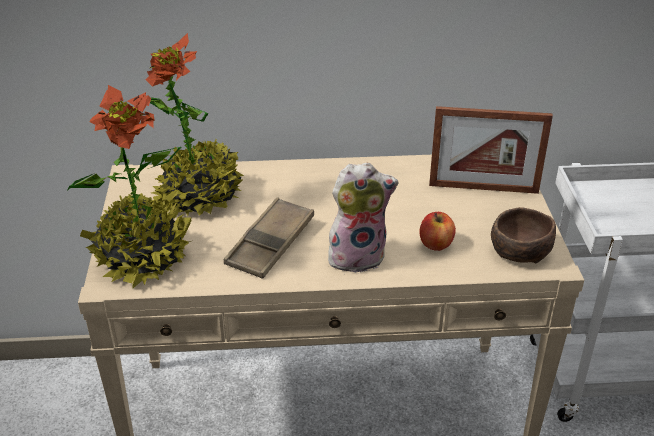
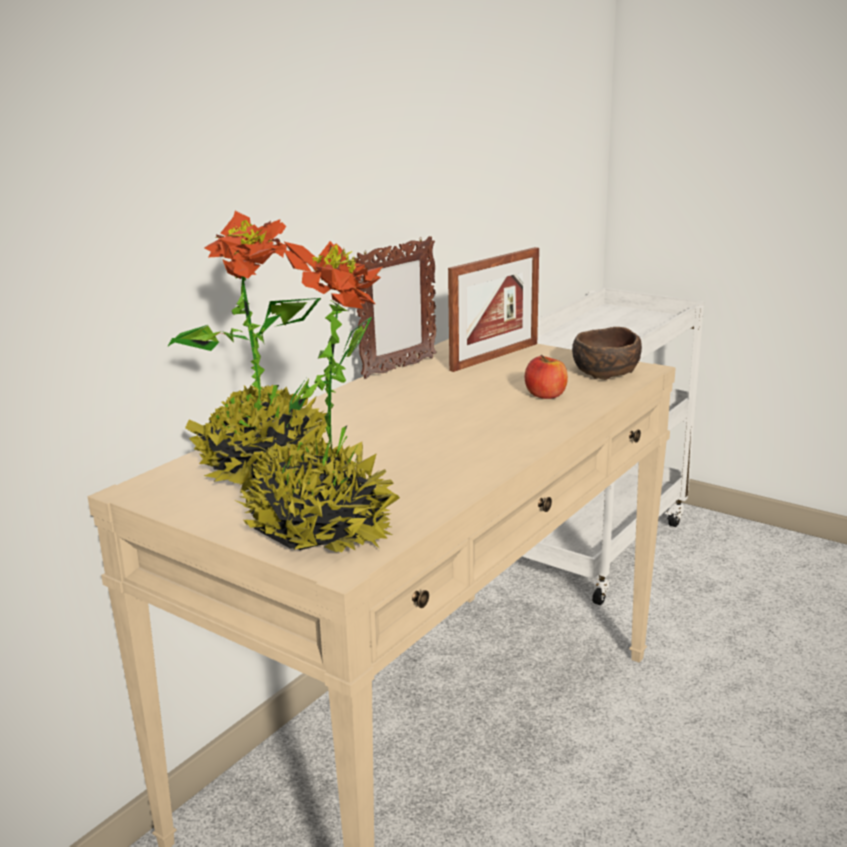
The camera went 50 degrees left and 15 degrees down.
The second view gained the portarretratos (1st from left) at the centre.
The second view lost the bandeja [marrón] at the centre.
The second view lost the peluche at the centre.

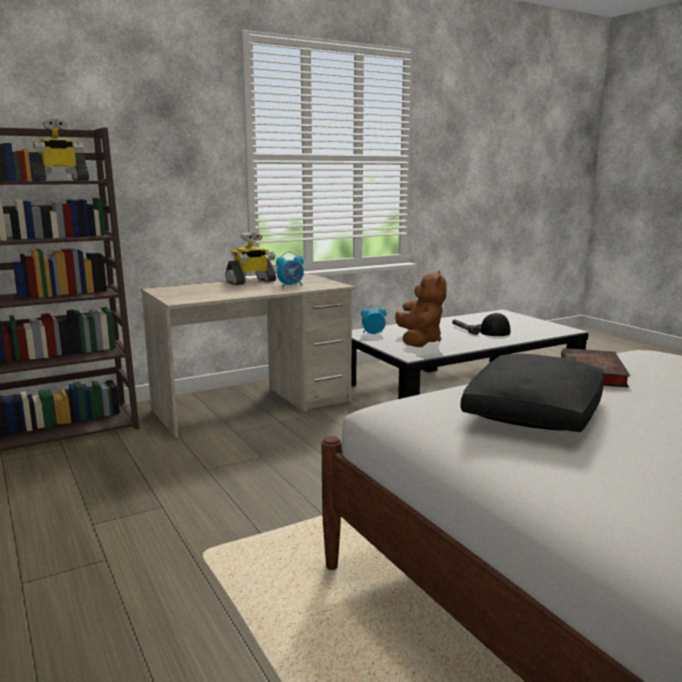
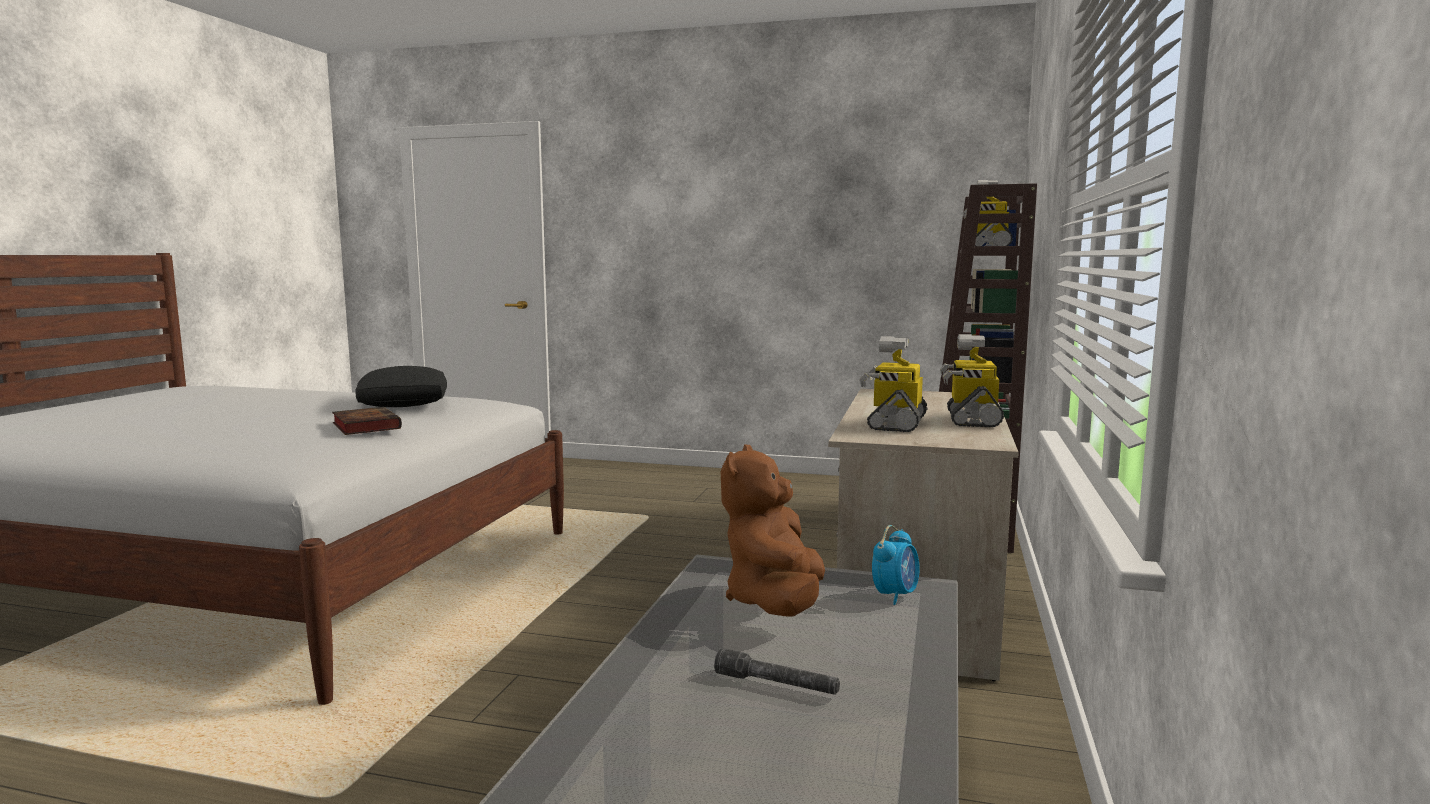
The camera went 135 degrees right and 5 degrees down.
The peluche [marrón] at the centre ended up facing another way, 60 degrees clockwise from before.
Where the despertador (1st from left) stood at the centre, the robot de juguete (1st from left) came to stand at the centre.
The second view lost the gorra at the middle right.

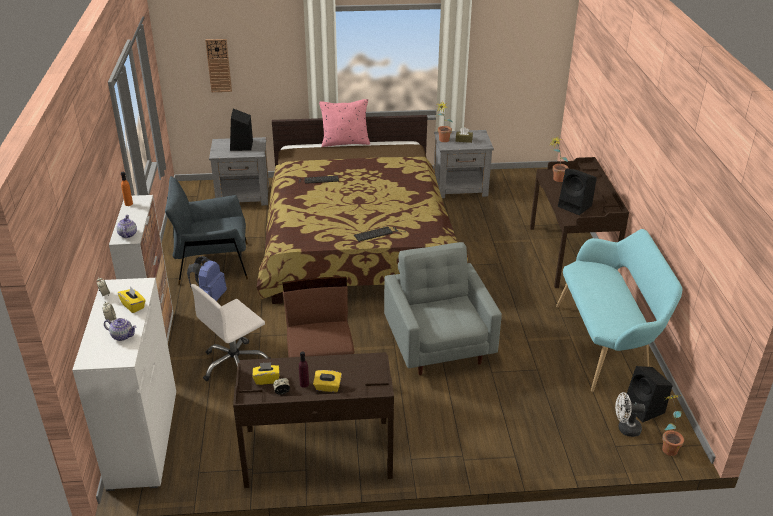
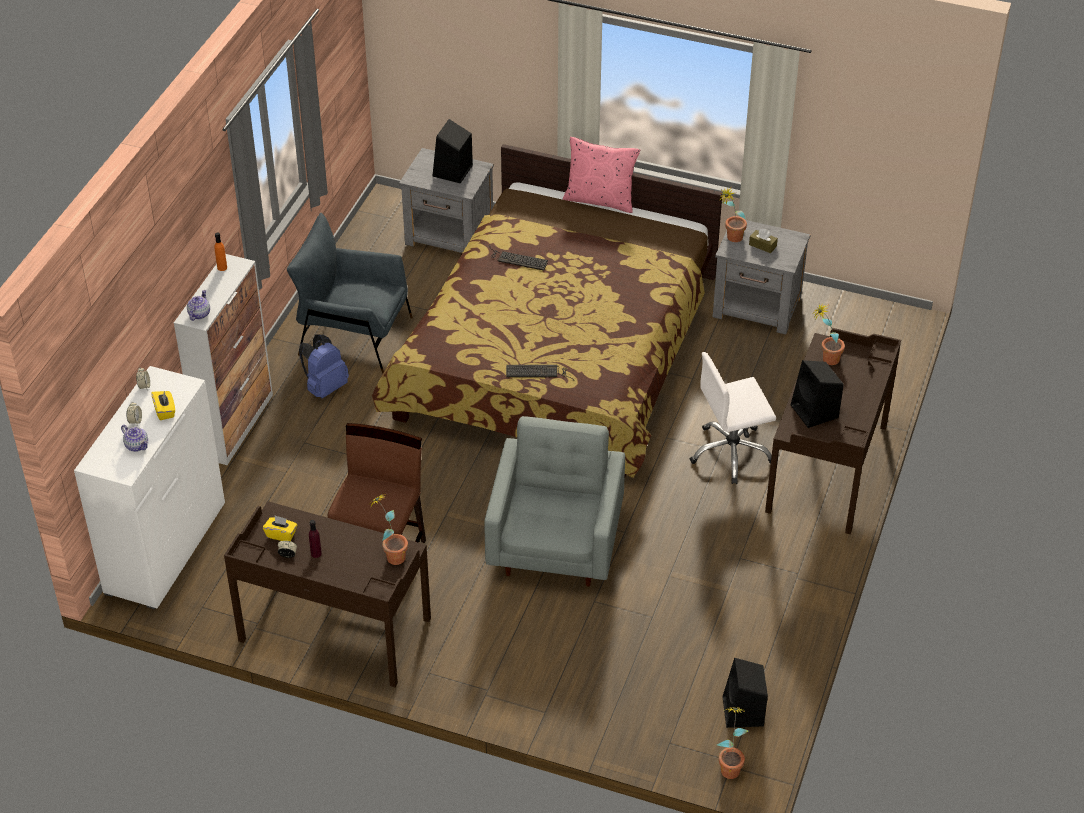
The camera went 25 degrees right and 10 degrees up.
The second view gained the planta en maceta (1st from left) at the centre.
The silla de oficina [blanco] ended up elsewhere, having gone from the middle left to the middle right.
The second view lost the reloj de pared at the top left.
The second view lost the caja de pañuelos [amarillo] (3rd from left) at the bottom centre.
The second view lost the banco [turquesa] at the middle right.
The second view lost the ventilador [blanco] at the bottom right.

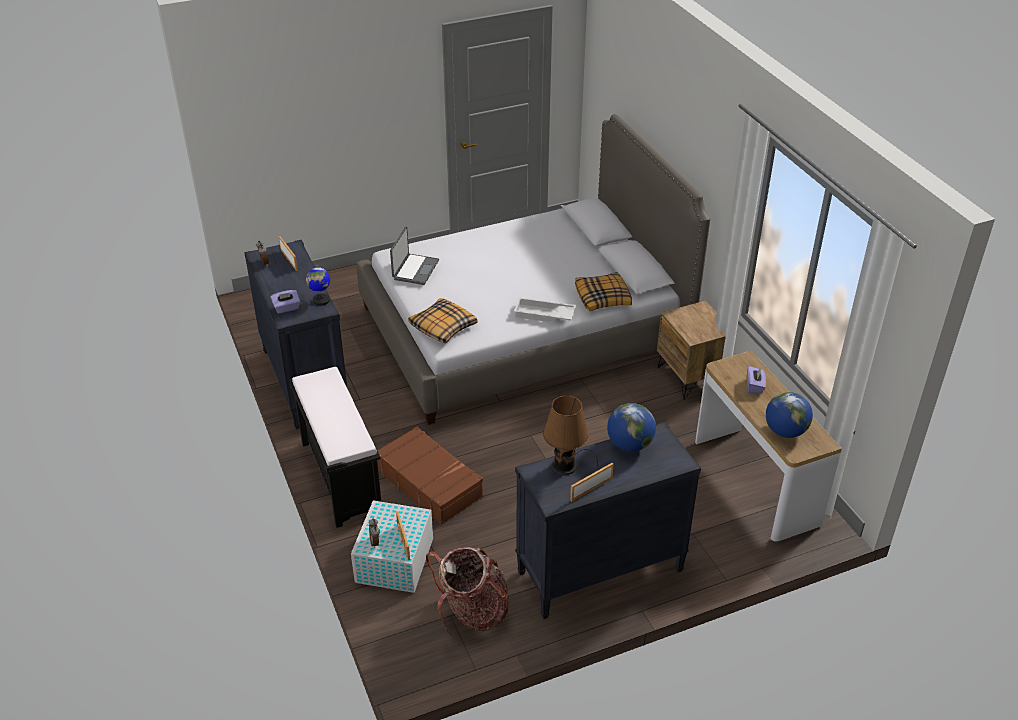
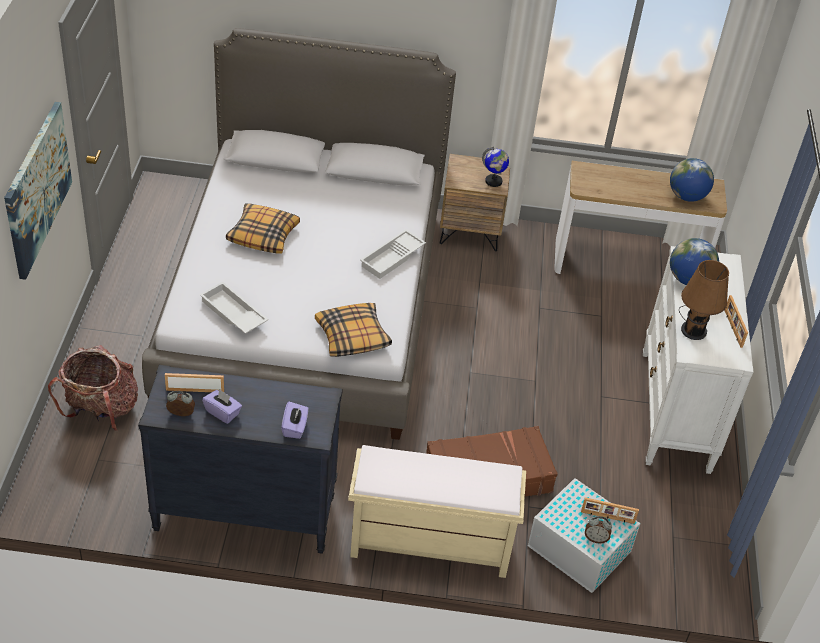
The camera went 65 degrees left and 5 degrees up.
The second view gained the cuadro at the top left.
The mochila ended up elsewhere, having gone from the bottom centre to the middle left.
Where the portátil stood at the centre, the bandeja [blanco] (1st from left) came to stand at the middle left.
The caja de pañuelos [morado] (2nd from left in the first image) ended up elsewhere, having gone from the middle right to the middle left.
The cojín (2nd from left in the first image) ended up elsewhere, having gone from the centre to the middle left.
What was the banco [negro] at the middle left turned into the banco [beis] at the bottom centre.
The globo terráqueo (1st from left) ended up elsewhere, having gone from the middle left to the top centre.
What was the cómoda [negro] (2nd from left) at the bottom centre turned into the cómoda [blanco] at the middle right.

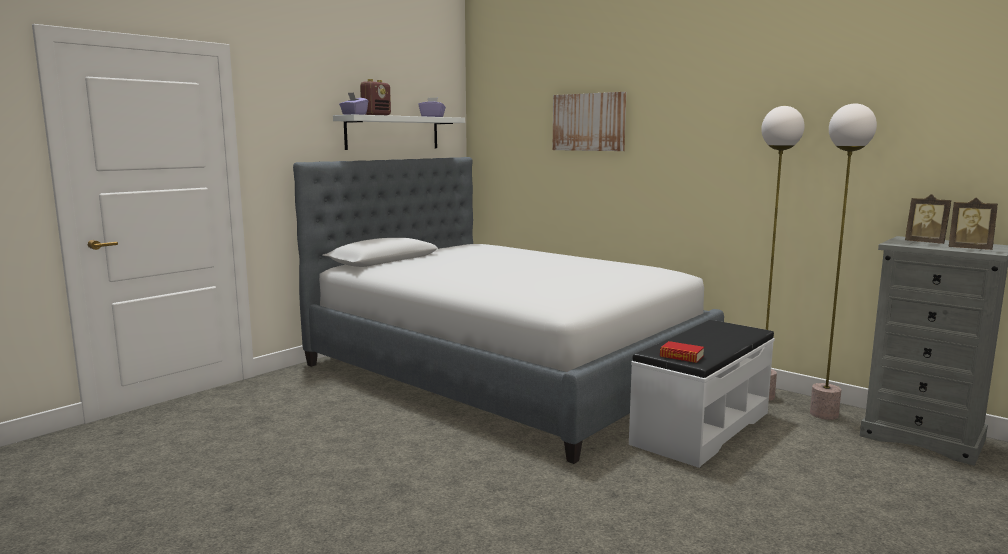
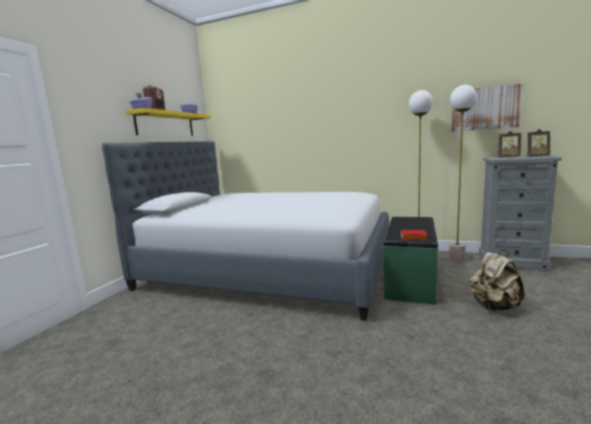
The camera went 20 degrees left and 0 degrees up.
What was the estante [blanco] at the top centre turned into the estante [amarillo] at the top left.
What was the banco [blanco] at the bottom right turned into the banco [verde] at the middle right.
The cuadro ended up elsewhere, having gone from the top centre to the top right.
The second view gained the mochila [beis] at the middle right.

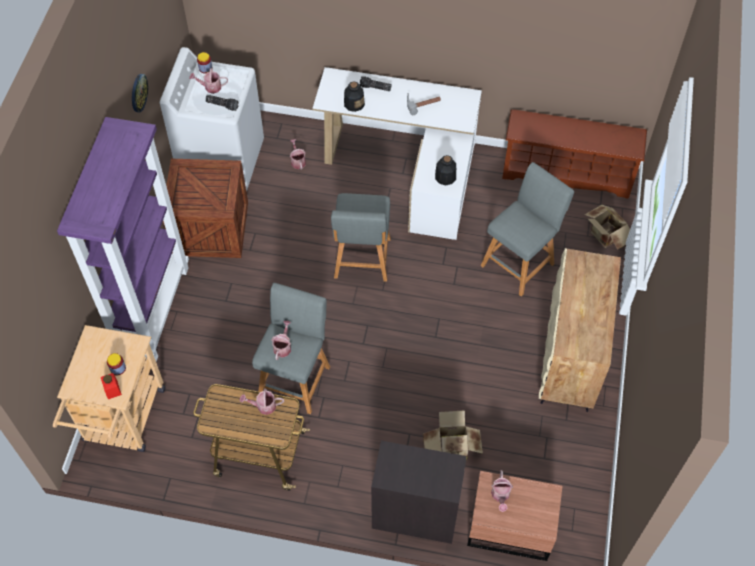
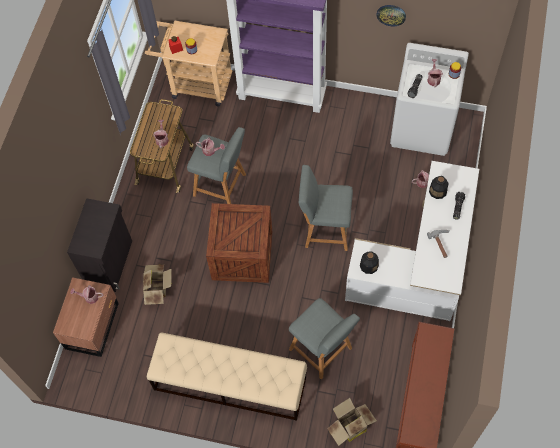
The camera went 95 degrees right and 5 degrees up.
Where the armario [beis] stood at the middle right, the banco [beis] came to stand at the bottom centre.
The caja de embalaje ended up elsewhere, having gone from the middle left to the centre.

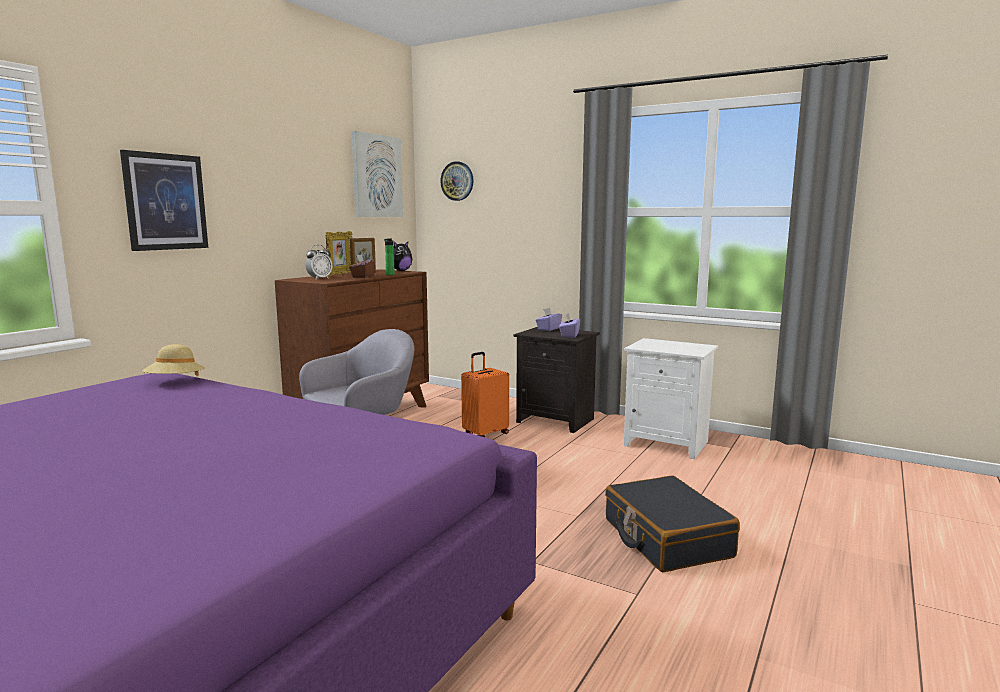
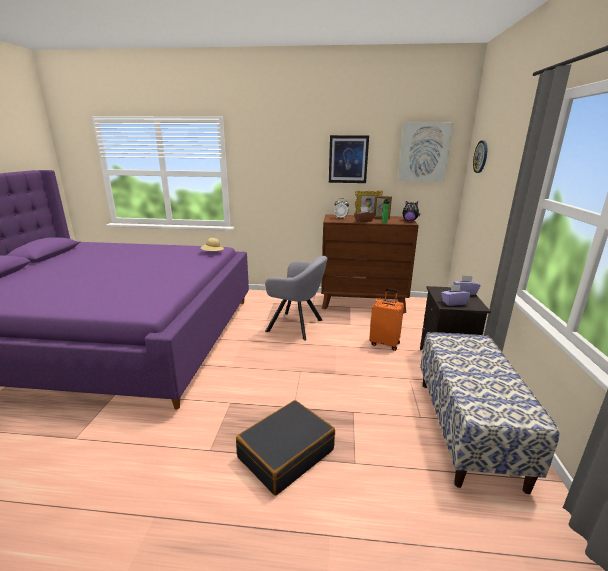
The camera went 65 degrees right and 10 degrees up.
The cuadro (1st from left) ended up elsewhere, having gone from the top left to the top centre.
Where the mesita de noche [blanco] stood at the middle right, the banco came to stand at the bottom right.

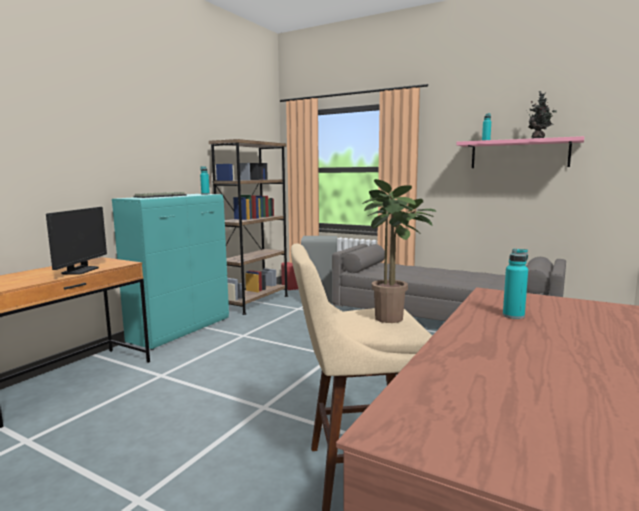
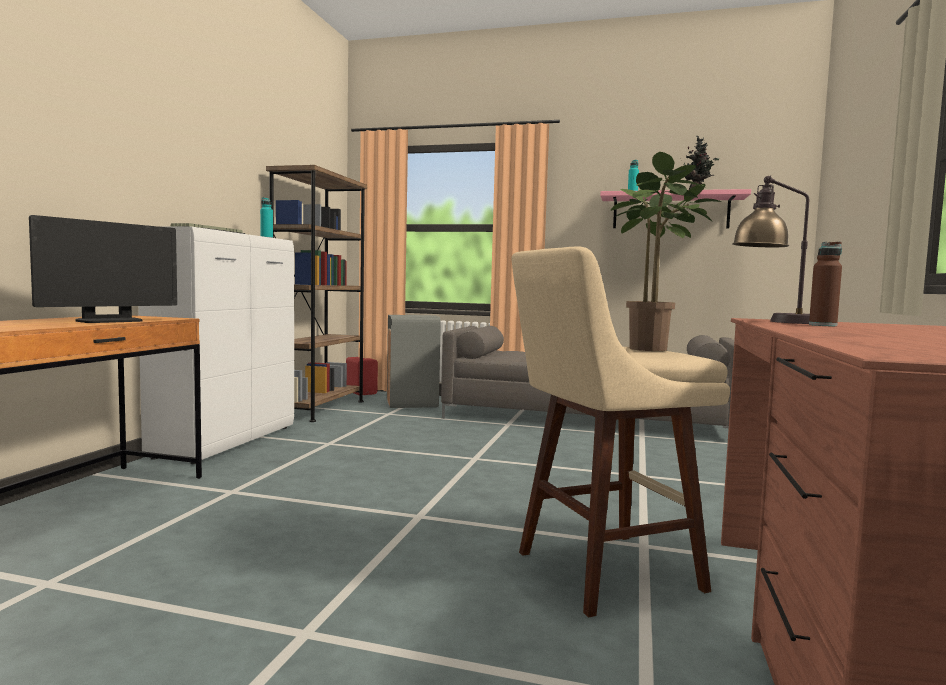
The camera went 15 degrees left and 5 degrees down.
The monitor at the middle left ended up facing another way, 45 degrees clockwise from before.
What was the armario [turquesa] at the middle left turned into the armario [blanco] at the middle left.
The second view gained the lámpara de mesa at the middle right.
What was the botella [turquesa] (3rd from left) at the middle right turned into the botella [marrón] at the middle right.

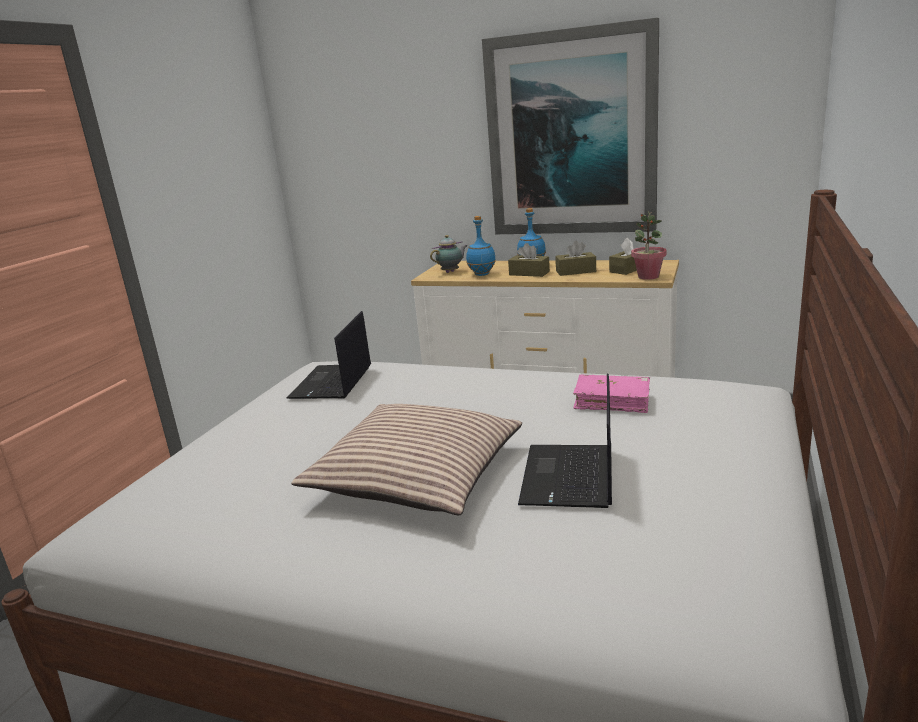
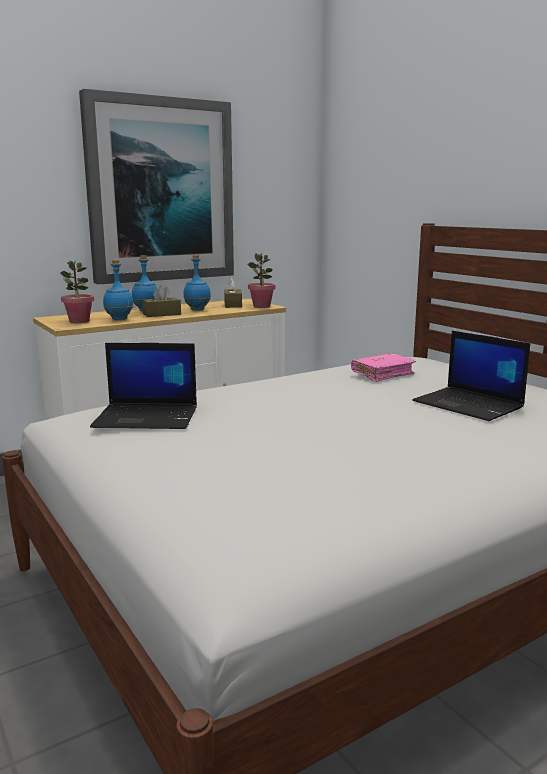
The camera went 55 degrees left and 5 degrees down.
Where the tetera stood at the centre, the planta en maceta (1st from left) came to stand at the middle left.
The portátil (1st from left) at the centre ended up facing another way, 45 degrees counterclockwise from before.
Where the caja de pañuelos [marrón] (2nd from left) stood at the centre, the botella [azul] (3rd from left) came to stand at the centre.
The second view lost the cojín at the centre.

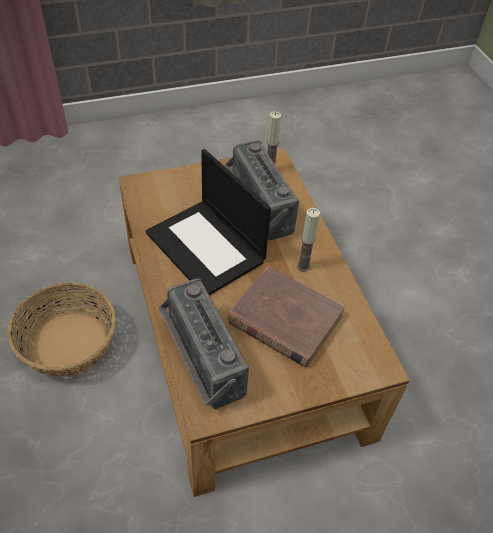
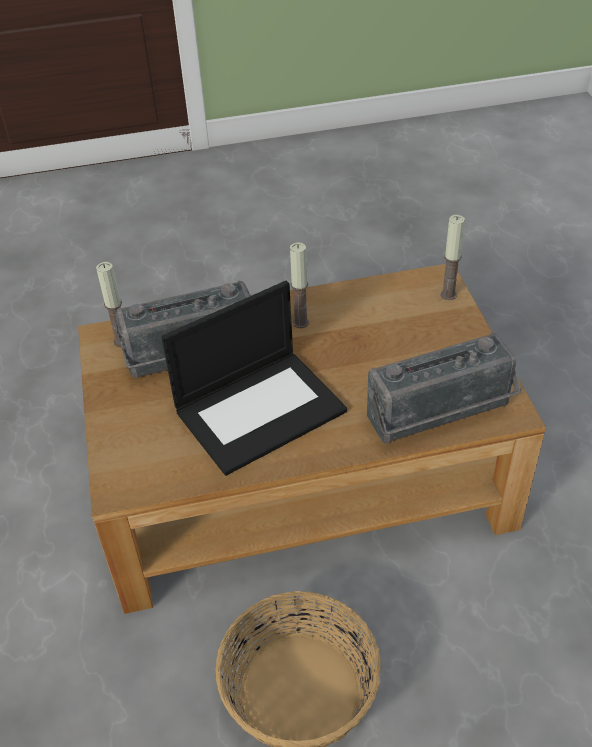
The camera went 80 degrees left and 5 degrees down.
The second view gained the vela (3rd from left) at the middle right.
The second view lost the libro [marrón] at the centre.

